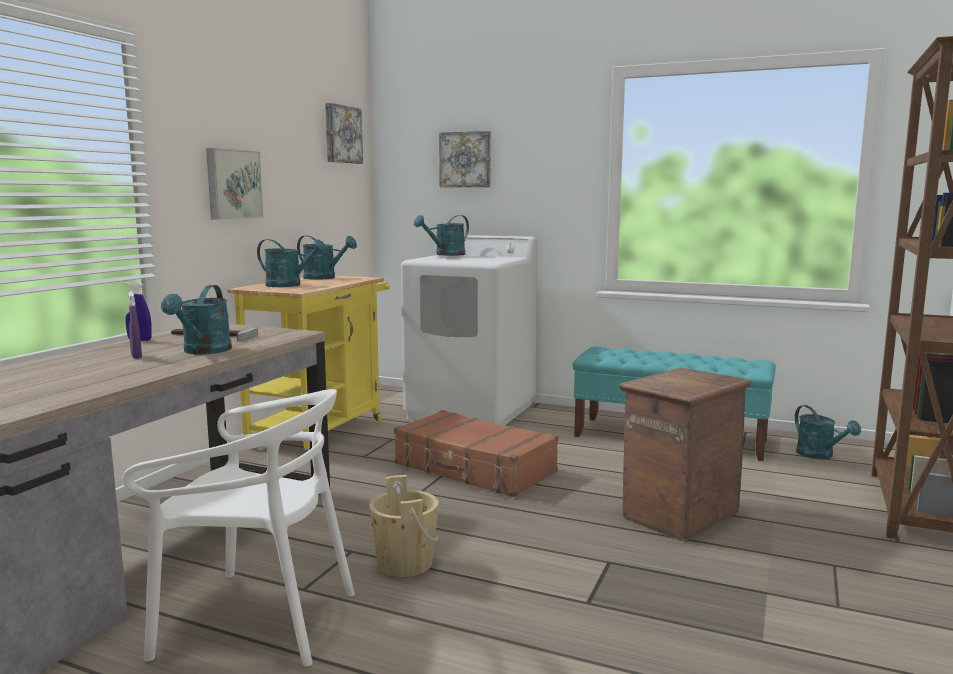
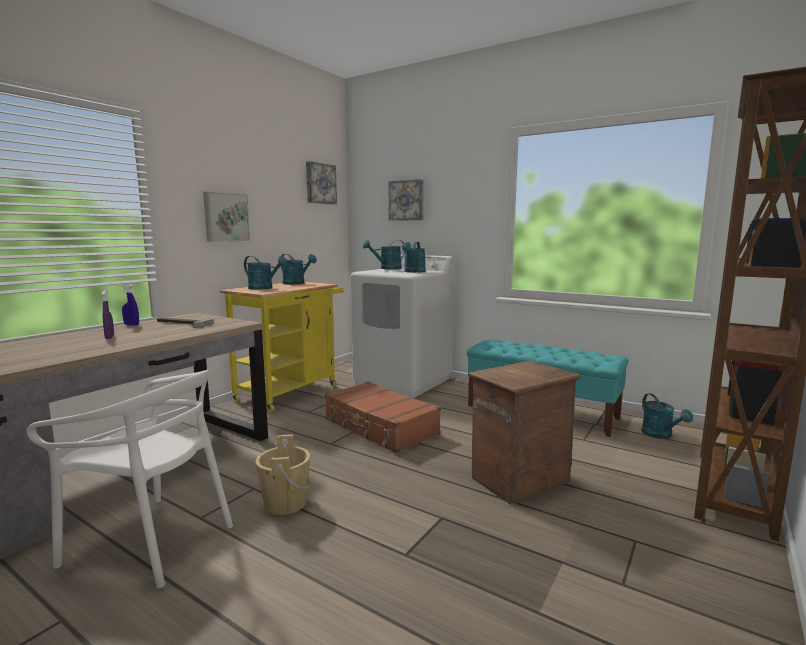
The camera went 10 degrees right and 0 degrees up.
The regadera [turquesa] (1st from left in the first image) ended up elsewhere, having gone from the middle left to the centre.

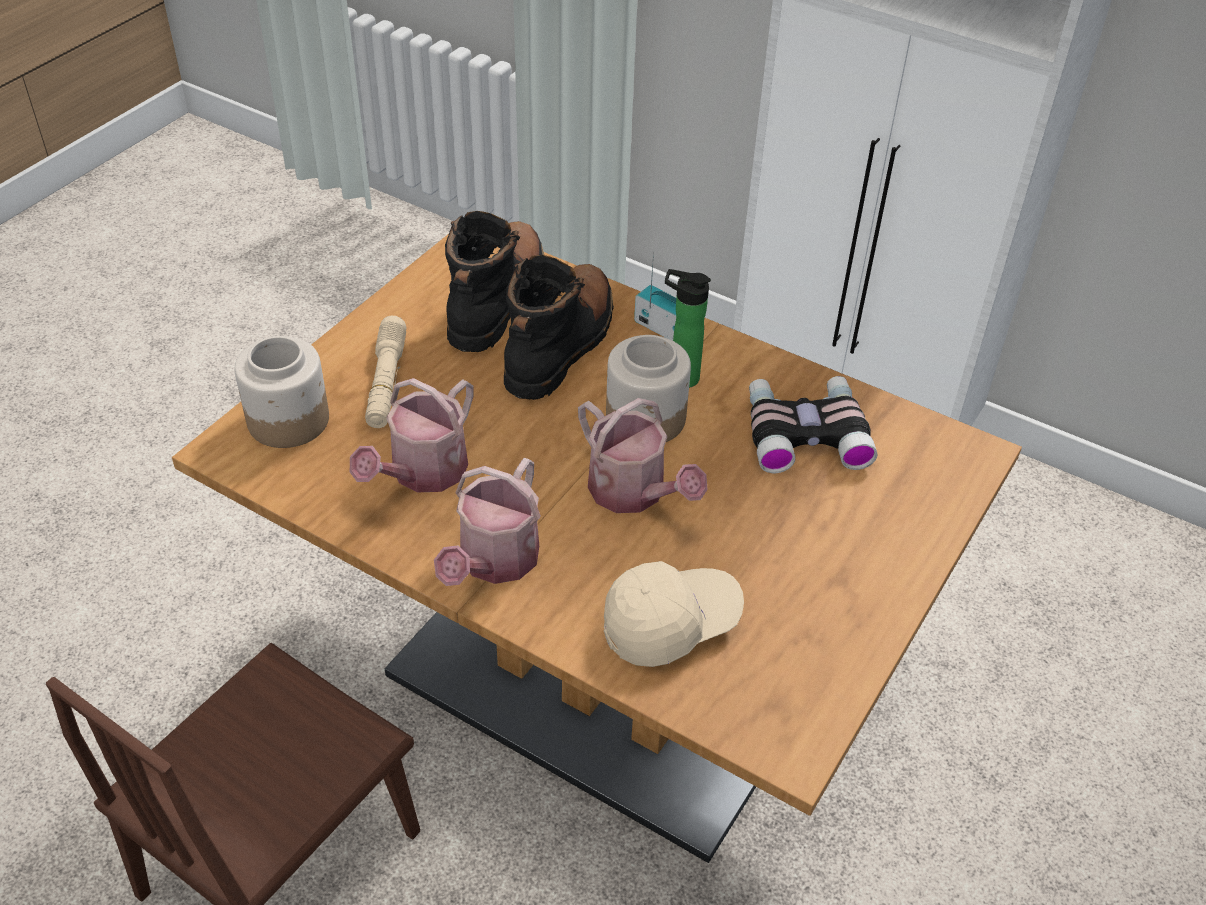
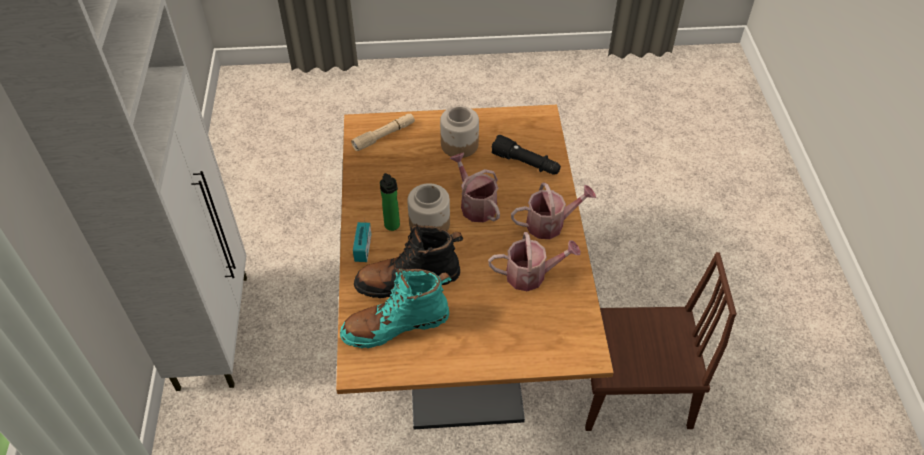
The camera went 125 degrees left and 5 degrees up.
What was the bota [negro] (1st from left) at the top centre turned into the bota [turquesa] at the bottom centre.
The linterna [beis] ended up elsewhere, having gone from the middle left to the top centre.
The tarro (1st from left in the first image) ended up elsewhere, having gone from the middle left to the top centre.
The regadera (3rd from left in the first image) at the centre ended up facing another way, 45 degrees counterclockwise from before.
Where the gorra [beis] stood at the bottom centre, the linterna [negro] came to stand at the centre.
The second view lost the prismáticos at the middle right.

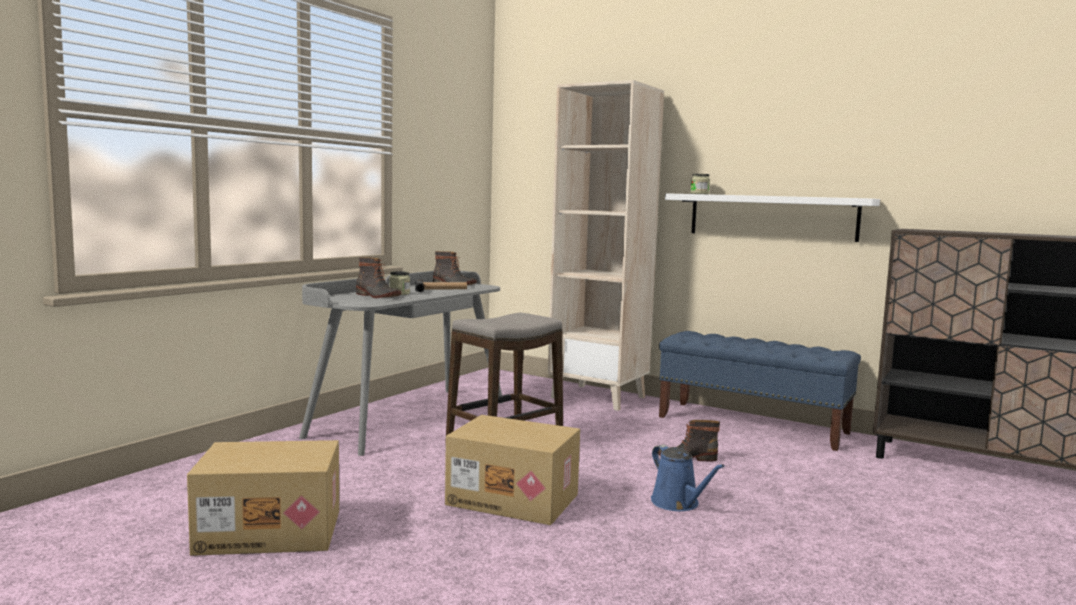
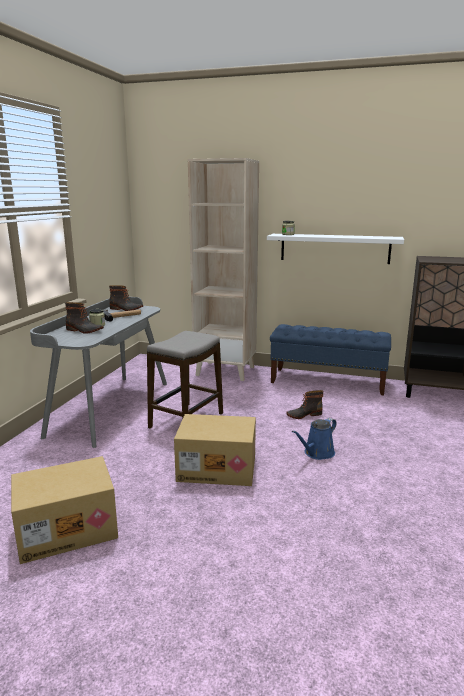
The camera went 15 degrees left and 10 degrees up.
The regadera [azul] at the bottom centre ended up facing another way, 90 degrees clockwise from before.

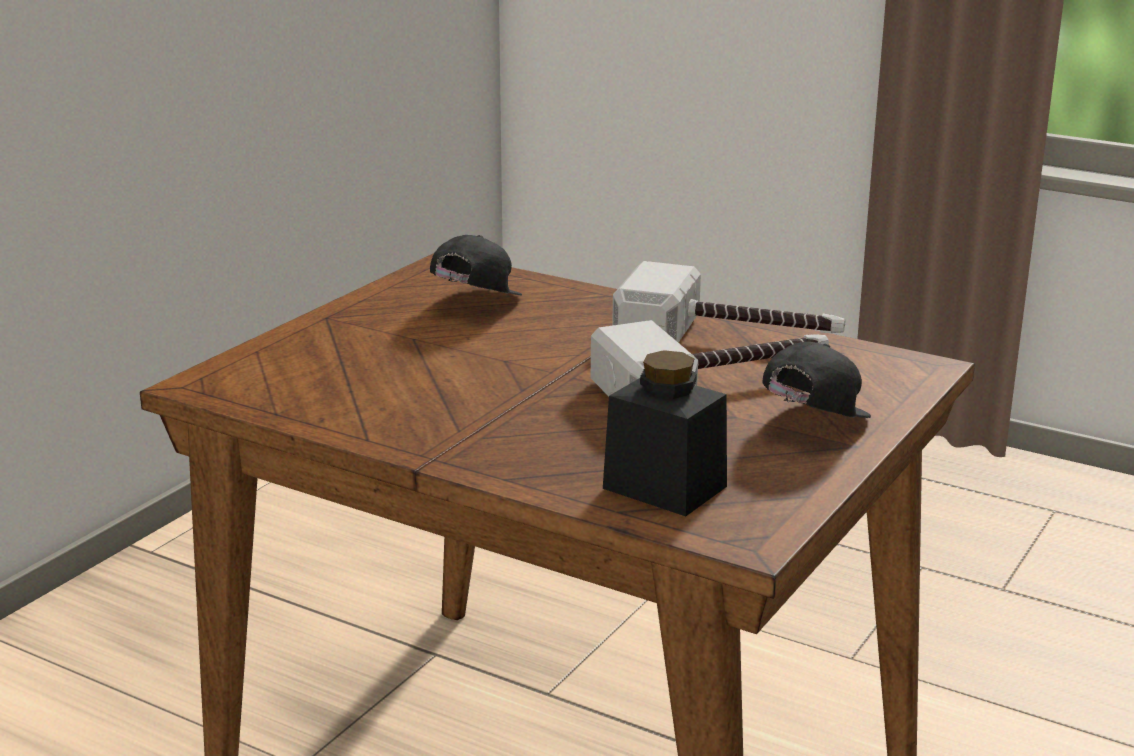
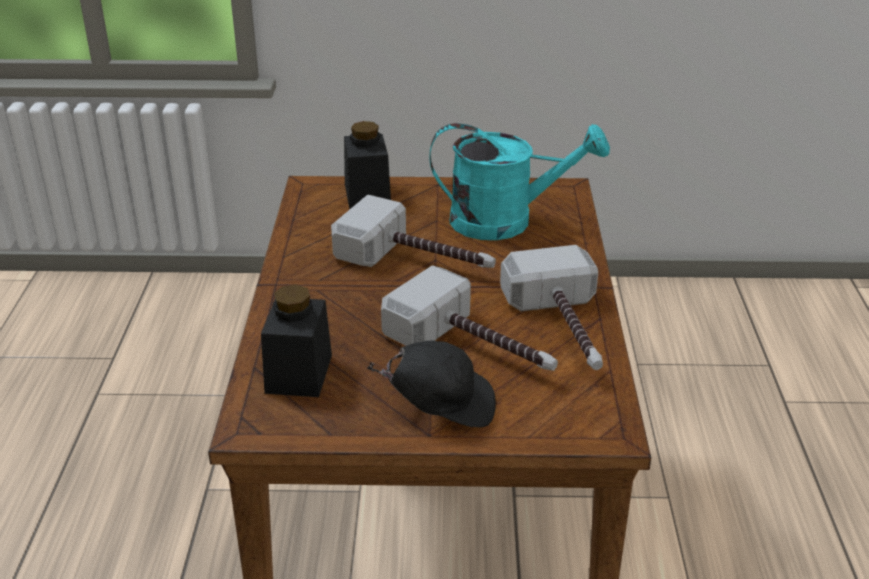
The camera went 60 degrees right and 10 degrees up.
The second view gained the martillo (1st from left) at the centre.
The second view gained the tarro [negro] (2nd from left) at the top centre.
Where the gorra [negro] (1st from left) stood at the centre, the regadera [turquesa] came to stand at the top centre.

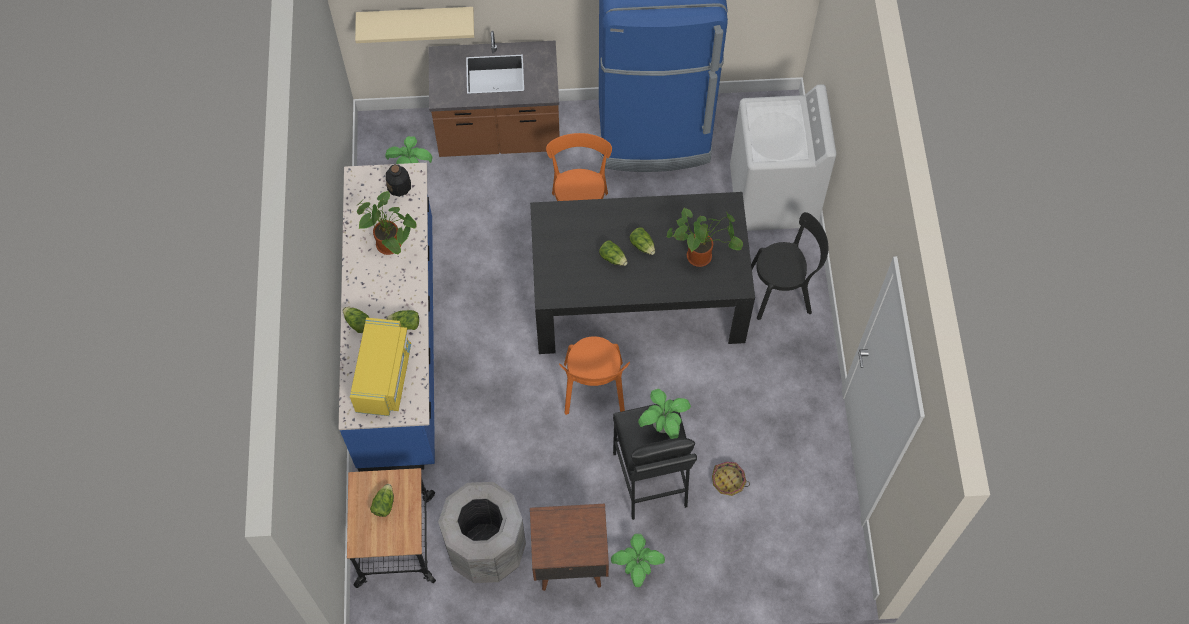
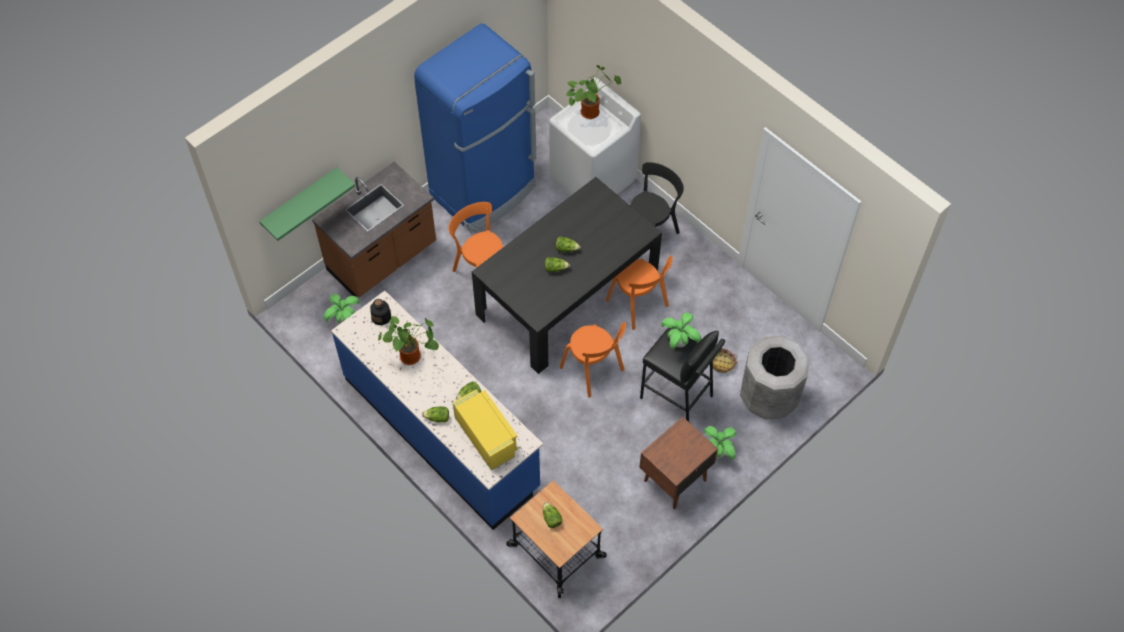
The camera went 40 degrees left and 5 degrees down.
What was the estante [beis] at the top centre turned into the estante [verde] at the top left.
The planta en maceta (5th from left in the first image) ended up elsewhere, having gone from the centre to the top centre.
The second view gained the silla [naranja] (3rd from left) at the centre.
The papelera [gris] ended up elsewhere, having gone from the bottom centre to the middle right.

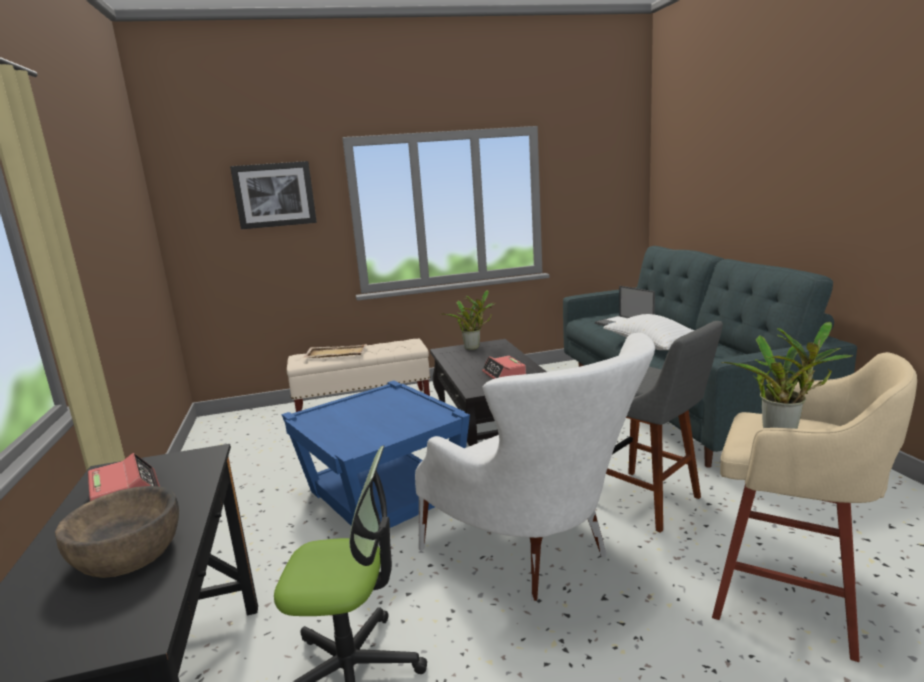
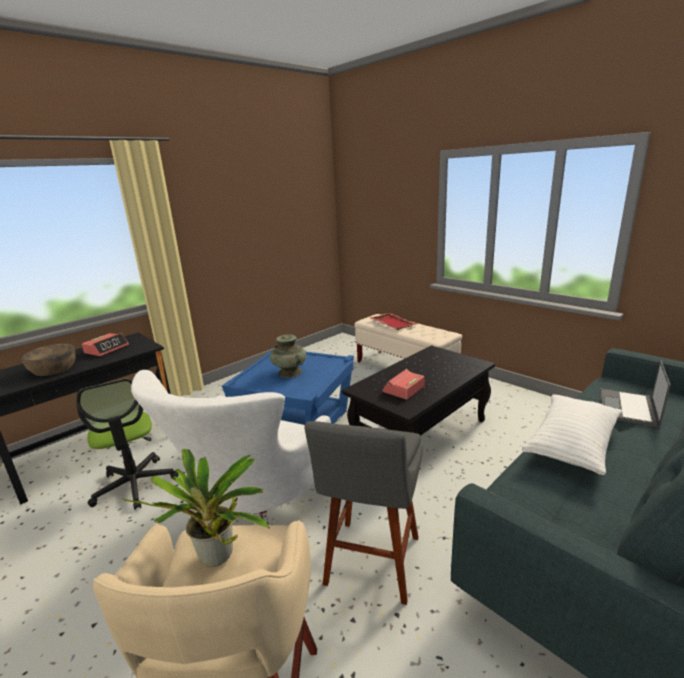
The camera went 60 degrees right and 5 degrees up.
The second view gained the florero [turquesa] at the centre.
What was the bandeja [beis] at the centre turned into the bandeja [rojo] at the centre.
The second view lost the cuadro at the top left.
The second view lost the planta en maceta (1st from left) at the centre.

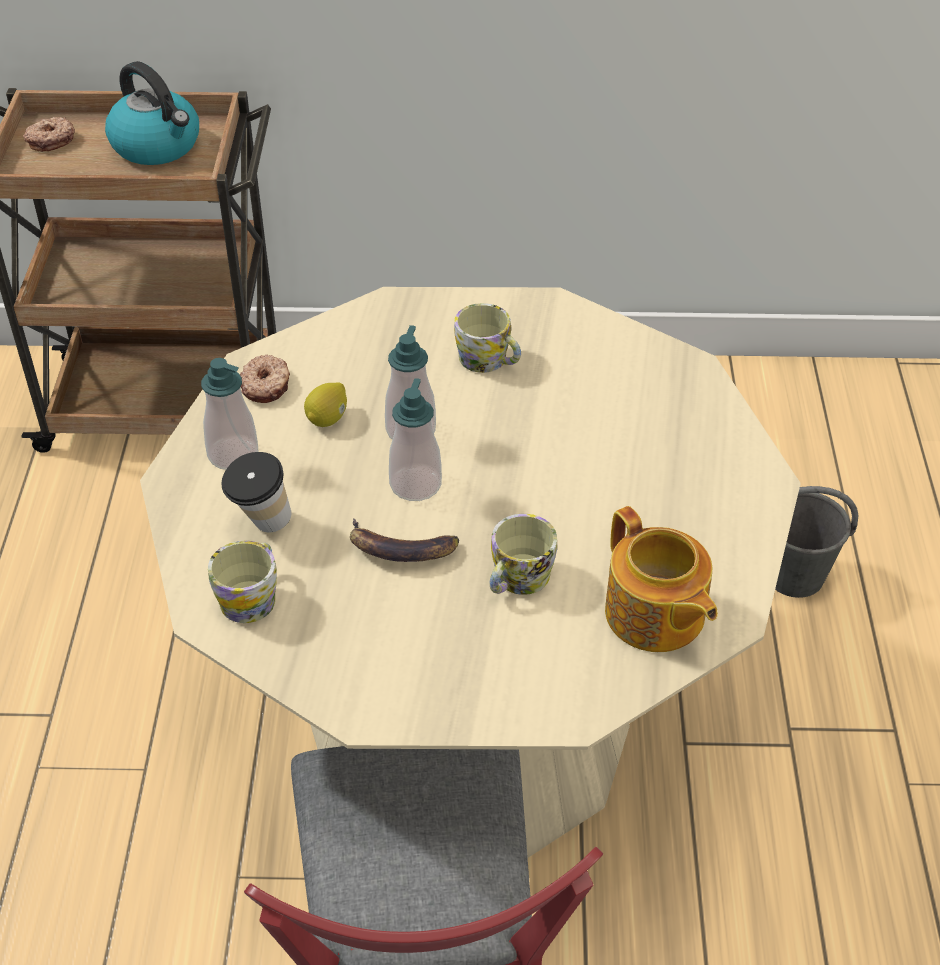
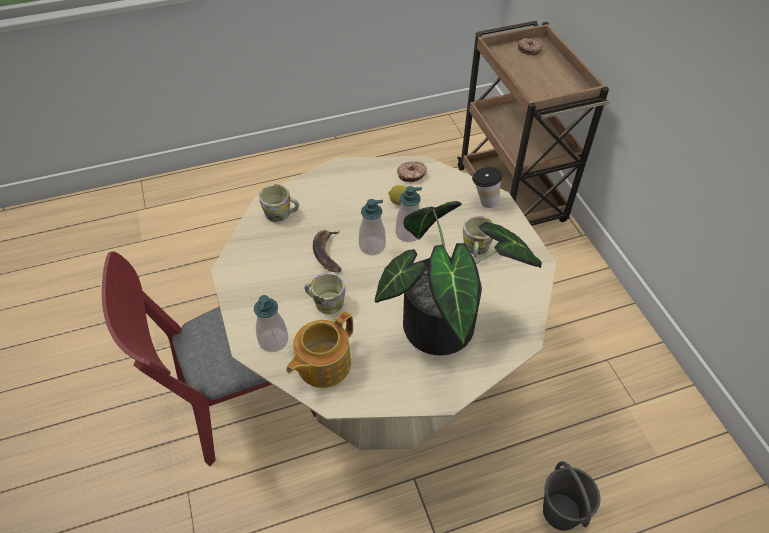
The camera went 70 degrees right and 5 degrees up.
The dispensador de jabón (1st from left) ended up elsewhere, having gone from the middle left to the centre.
The second view gained the planta en maceta at the centre.
The taza ended up elsewhere, having gone from the middle left to the centre.
The second view lost the hervidor at the top left.

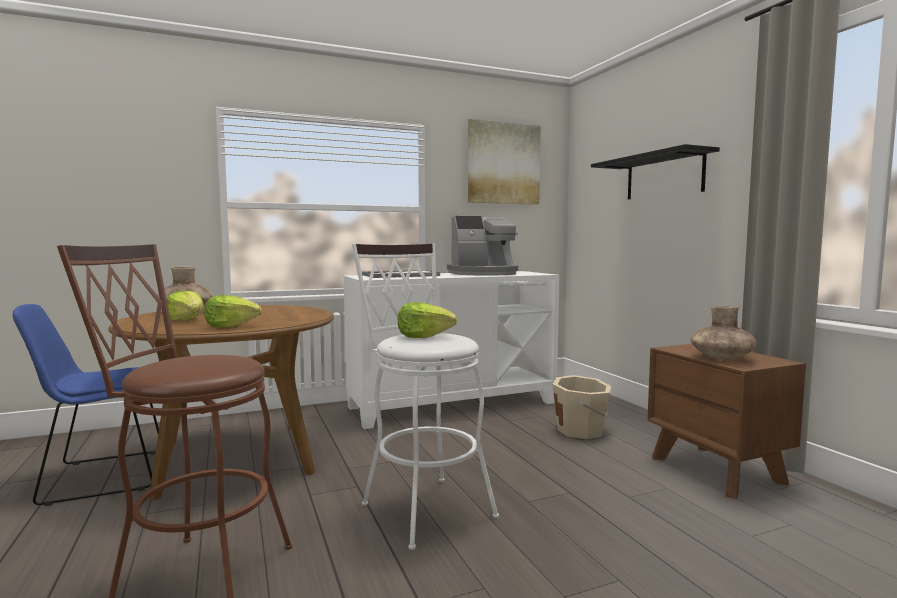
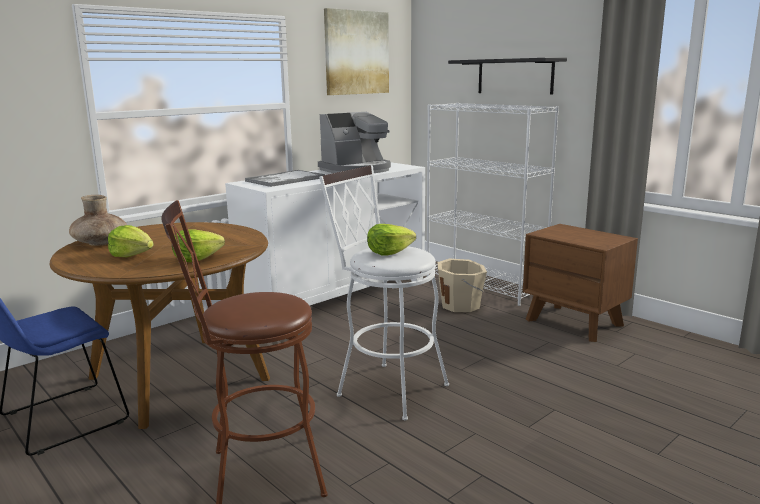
The camera went 20 degrees left and 10 degrees up.
The second view gained the estantería [blanco] at the centre.
The second view lost the florero [marrón] (2nd from left) at the middle right.

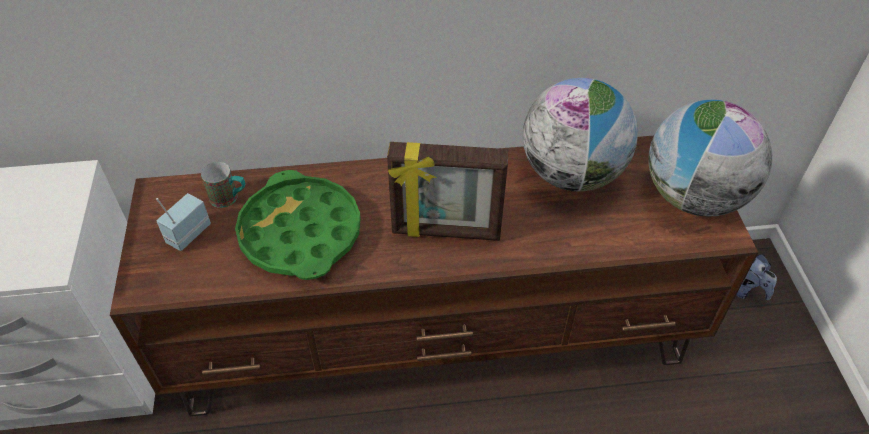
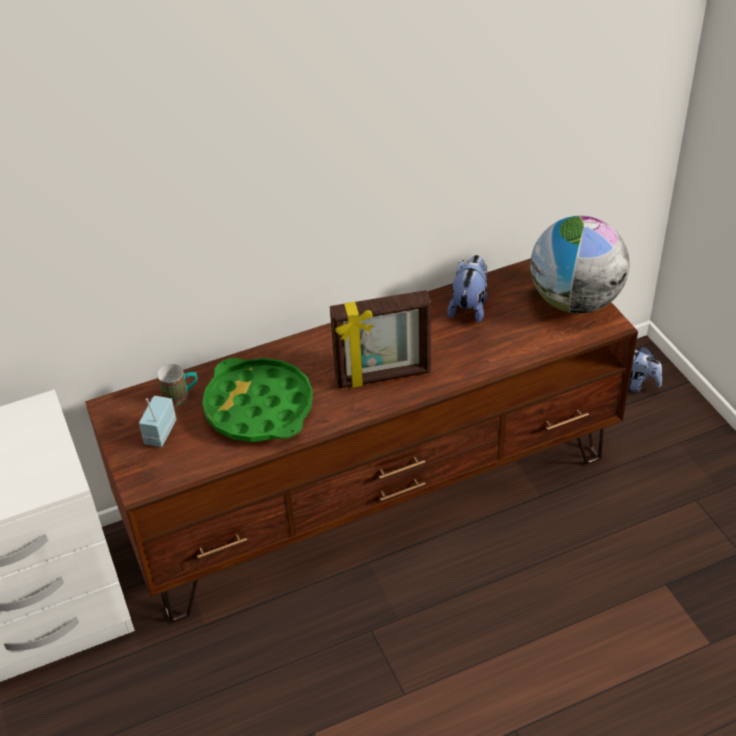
The camera went 15 degrees left and 5 degrees down.
Where the globo terráqueo (1st from left) stood at the top right, the peluche (1st from left) came to stand at the centre.

